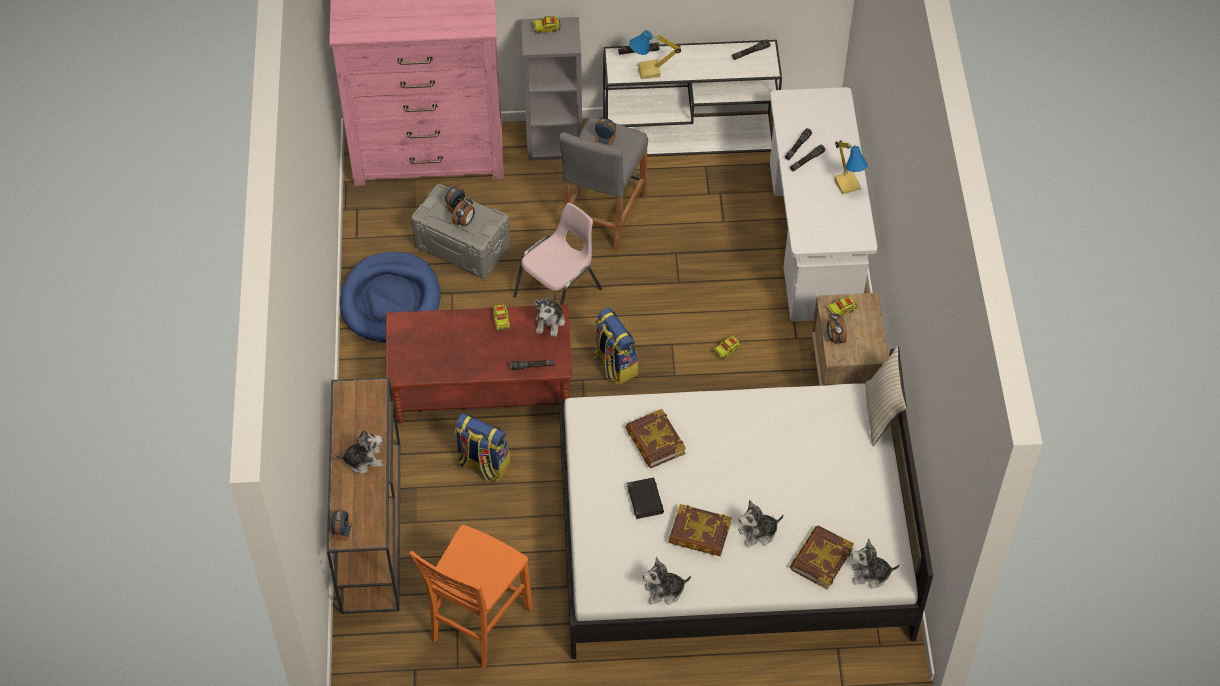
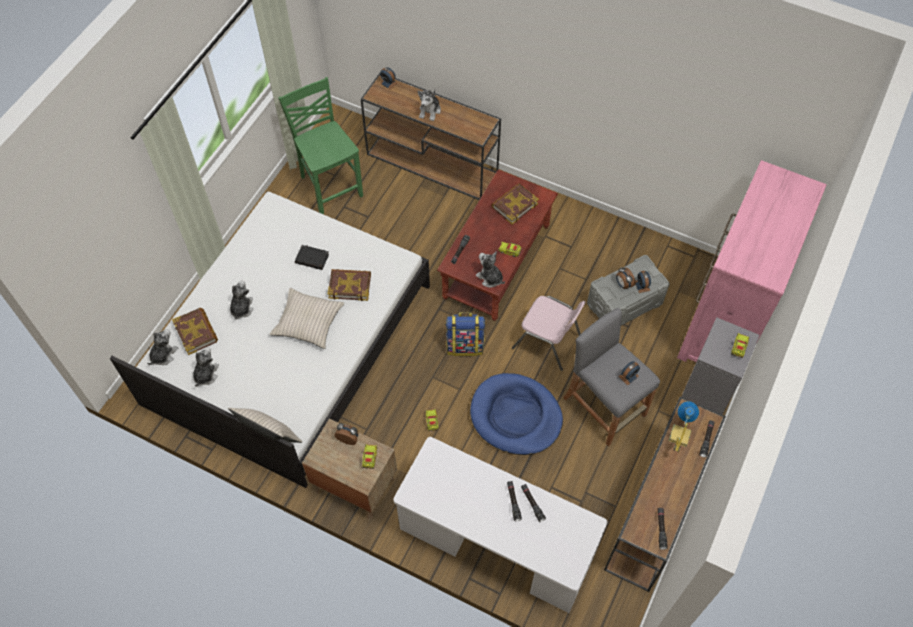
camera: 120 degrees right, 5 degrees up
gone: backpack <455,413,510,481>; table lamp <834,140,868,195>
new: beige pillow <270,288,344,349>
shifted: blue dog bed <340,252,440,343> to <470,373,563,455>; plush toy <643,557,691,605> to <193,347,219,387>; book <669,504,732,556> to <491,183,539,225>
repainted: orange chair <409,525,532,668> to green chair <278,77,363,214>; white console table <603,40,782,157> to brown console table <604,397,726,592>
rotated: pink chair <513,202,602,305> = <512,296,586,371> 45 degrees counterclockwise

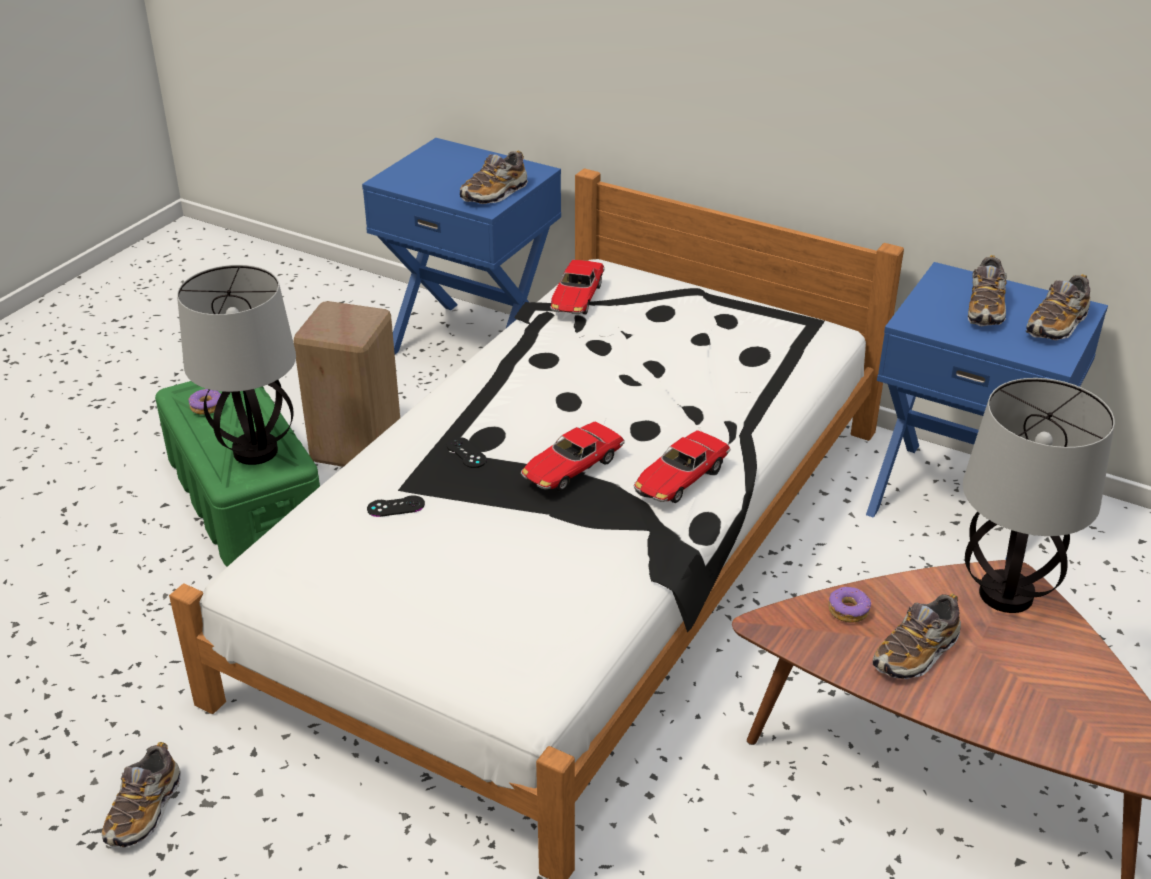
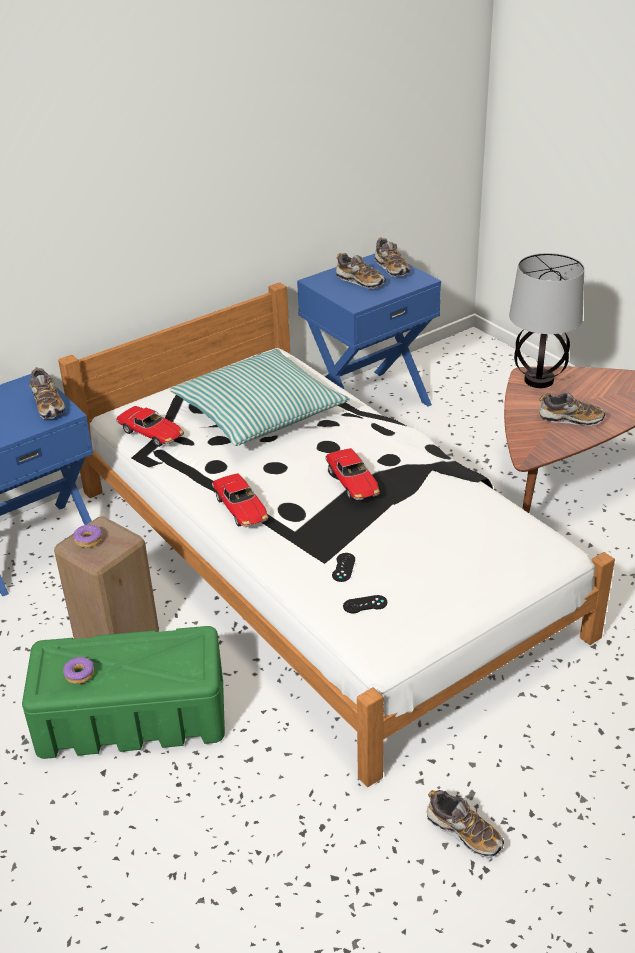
camera: 65 degrees left, 0 degrees up
gone: table lamp <177,265,296,465>
new: pillow <170,349,350,446>
shifted: black game controller <447,437,487,468> to <343,595,387,613>; toy car <633,430,730,503> to <212,473,268,527>; donut <828,587,872,623> to <73,524,102,548>
rotated: shoe <872,594,961,679> = <539,393,606,426> 60 degrees counterclockwise

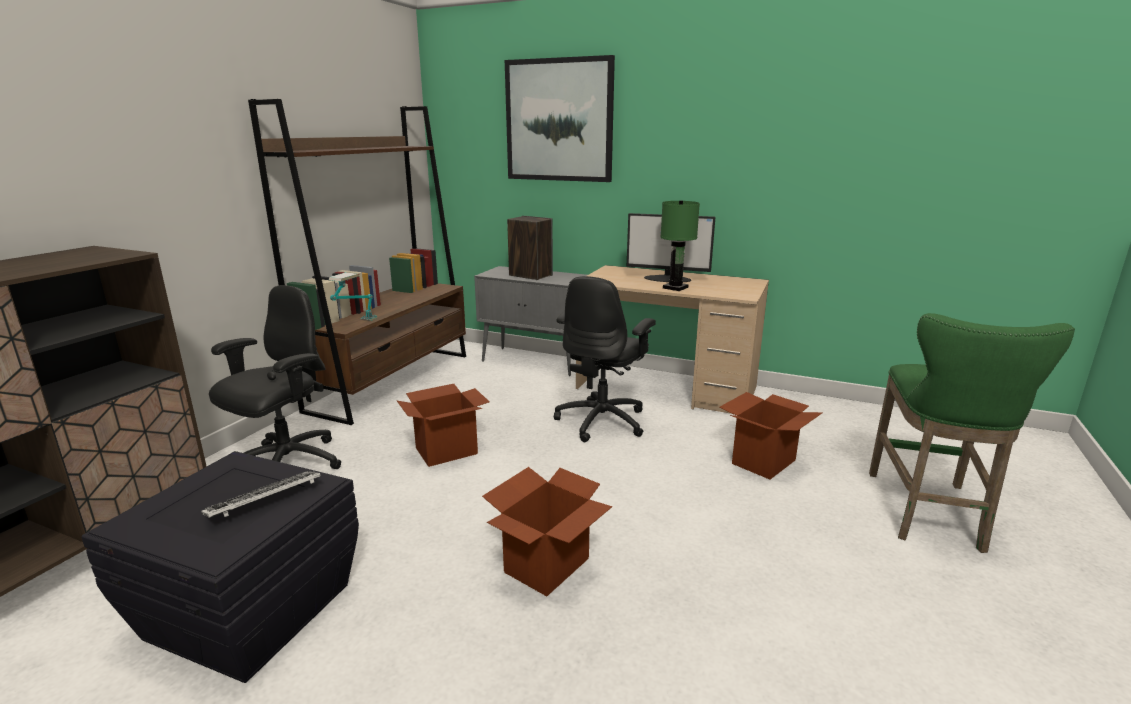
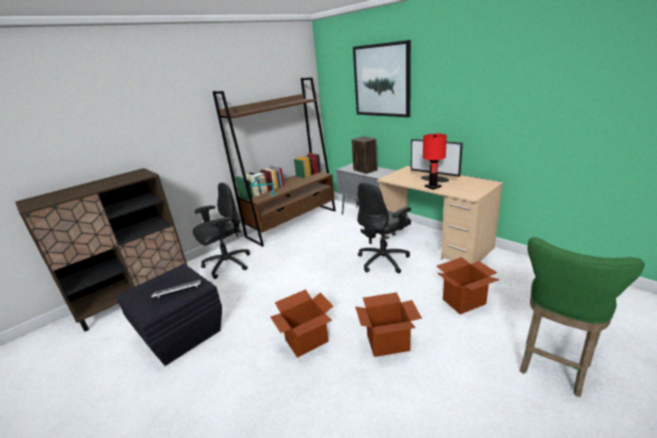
camera: 25 degrees right, 5 degrees up
shifted: cardboard box <397,384,489,467> to <355,292,422,357>
repainted: green table lamp <660,200,700,291> to red table lamp <423,134,447,190>

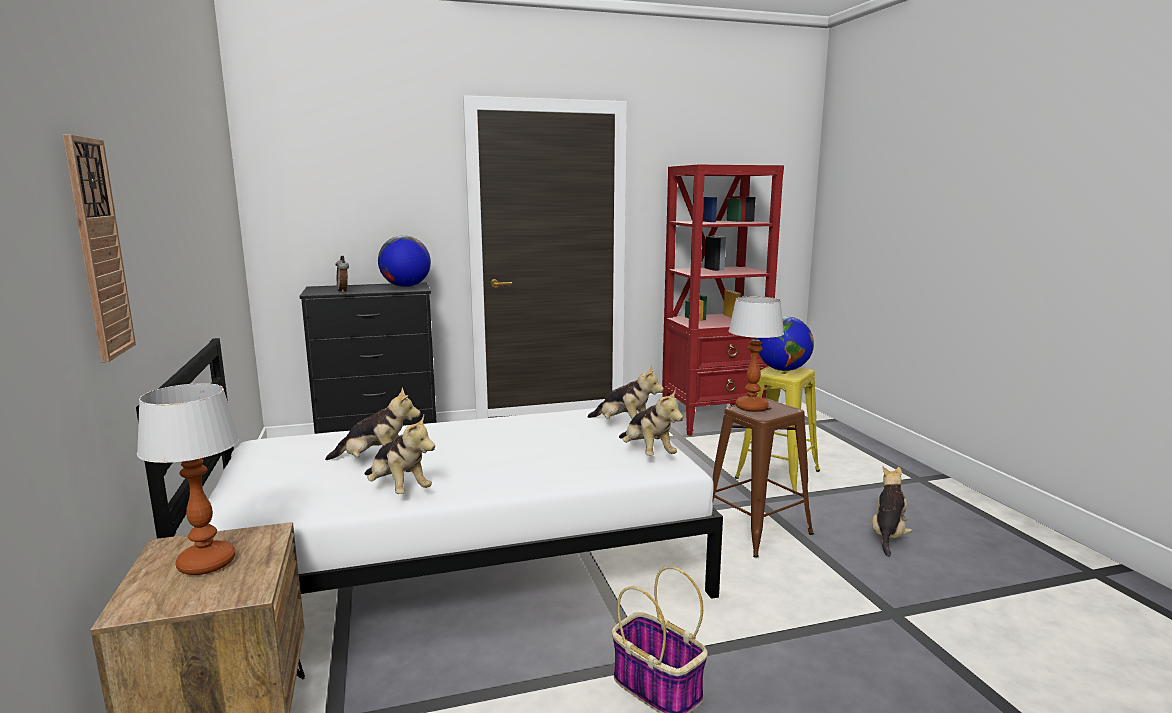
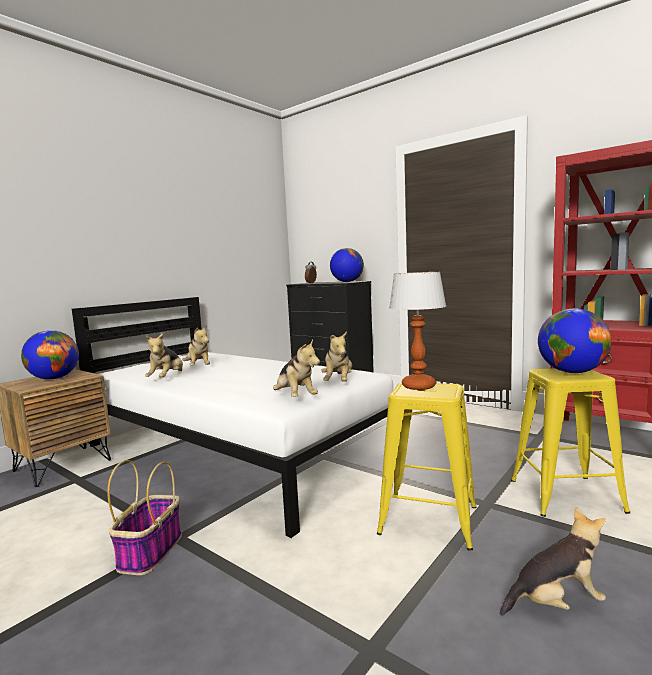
camera: 55 degrees right, 5 degrees down
gone: wall clock <63,134,136,362>
swapped: table lamp <137,383,240,575> to globe <21,330,79,380>
repainted: brown stool <713,398,814,557> to yellow stool <377,382,477,551>
rotated: plush toy <619,389,683,456> = <273,339,320,397> 60 degrees counterclockwise

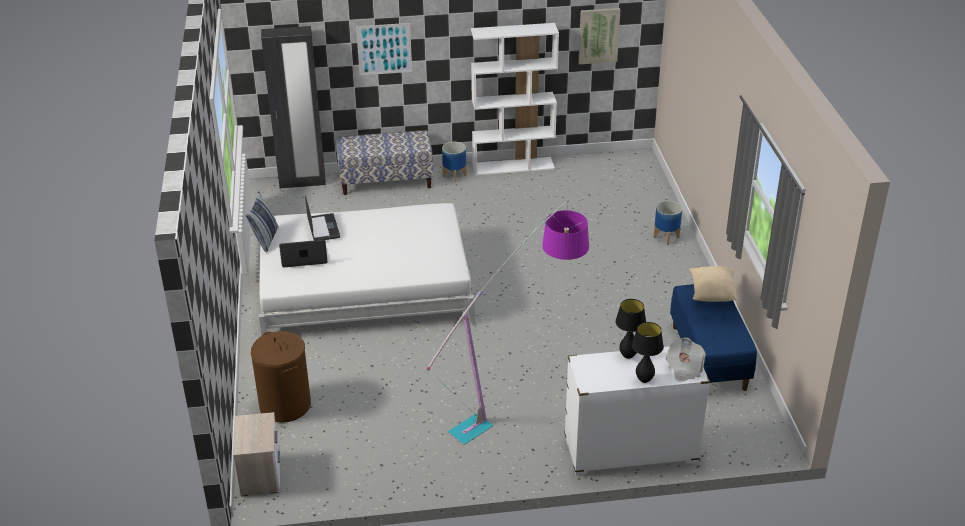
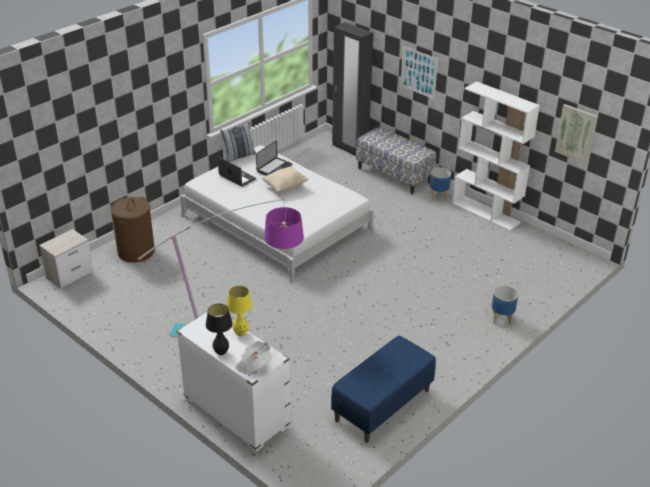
camera: 50 degrees right, 0 degrees up
shifted: beige pillow <689,266,738,302> to <261,167,309,192>
repainted: black table lamp <615,299,646,359> to yellow table lamp <226,286,253,336>

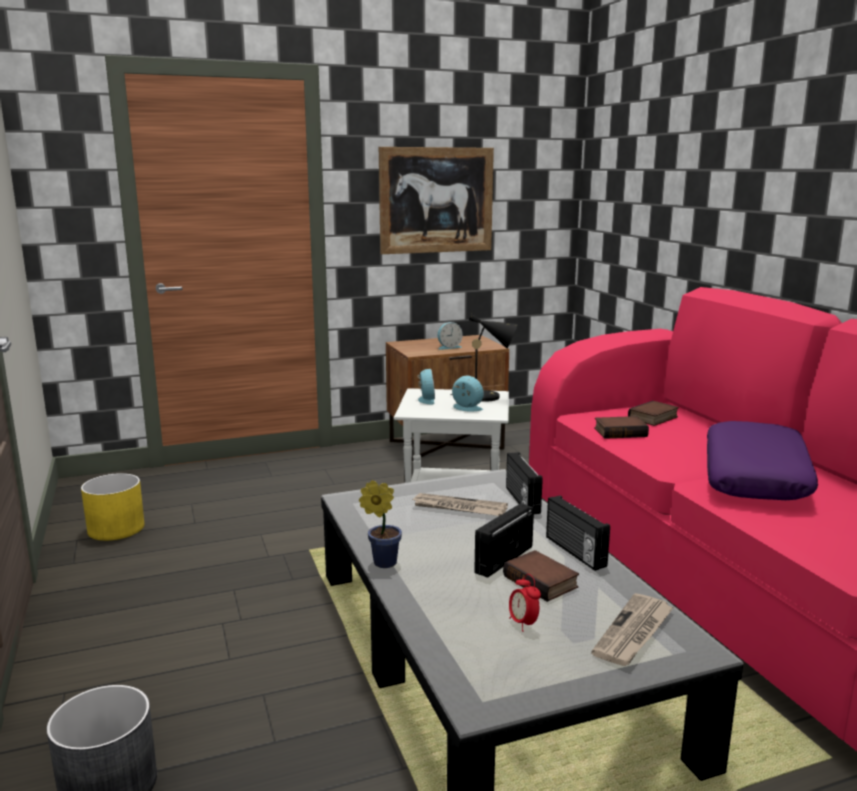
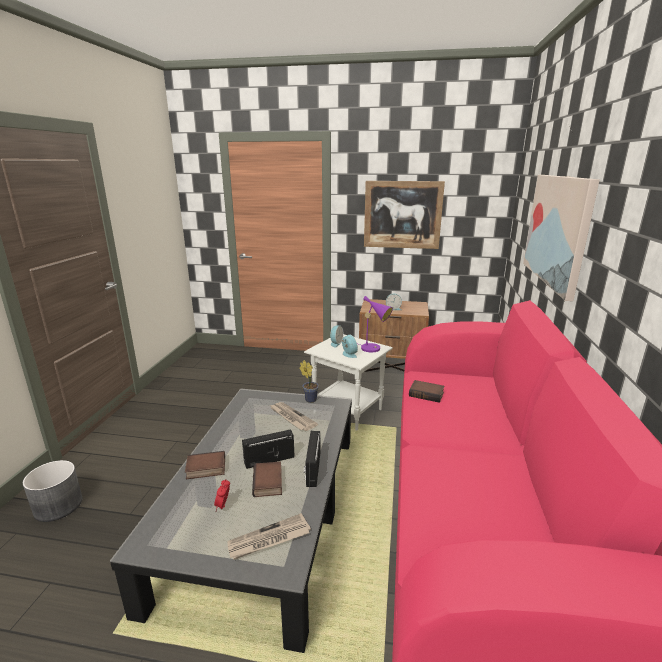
camera: 30 degrees right, 5 degrees up
gone: yellow planter <81,473,145,541>; radio <506,452,543,514>; purple pillow <707,421,818,500>
new: picture <523,175,600,301>
shifted: potted plant <359,480,402,568> to <300,360,319,403>; book <628,401,679,426> to <185,451,225,479>
repainted: black table lamp <450,314,518,401> to purple table lamp <359,296,393,352>

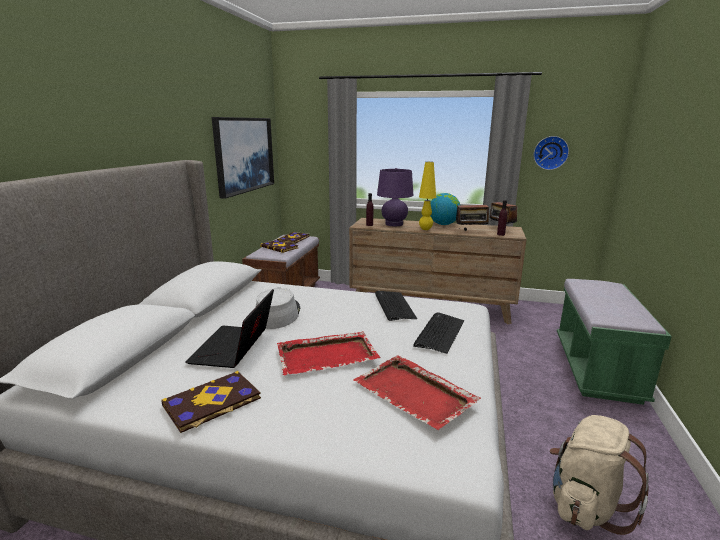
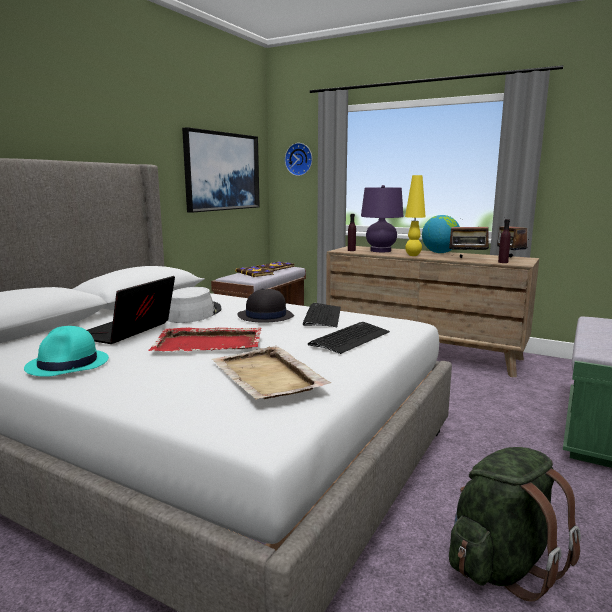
camera: 15 degrees right, 5 degrees down
new: black hat <238,288,294,323>
shifted: wall clock <533,136,569,170> to <285,143,312,176>
swapped: book <161,371,261,433> to turquoise hat <24,326,109,377>
repainted: red tray <353,355,481,430> to beige tray <211,346,331,400>; beige backpack <550,415,649,535> to green backpack <449,447,581,602>

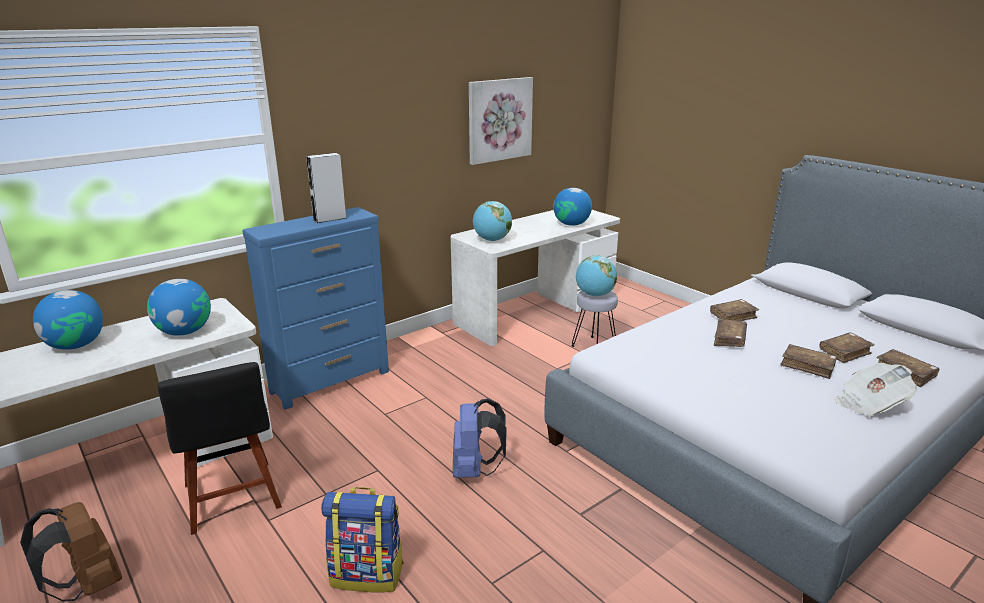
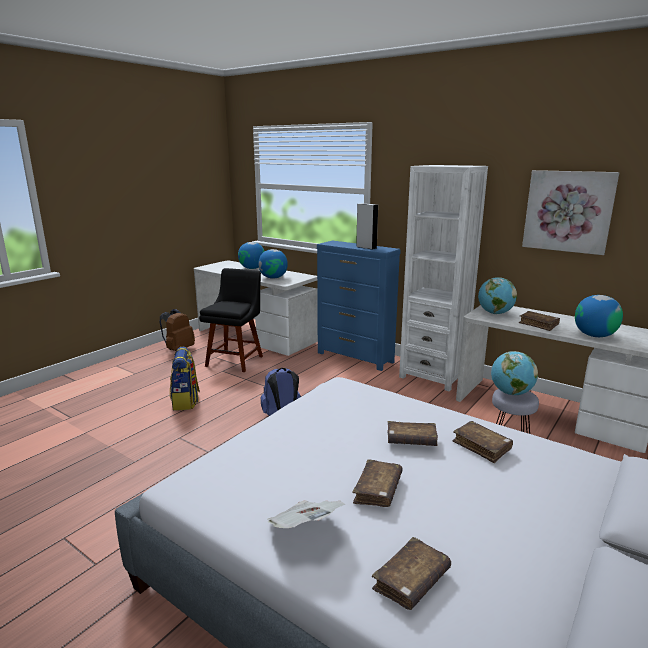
camera: 75 degrees right, 5 degrees down
new: white bookcase <399,165,488,391>
shifted: brown book <819,333,875,363> to <519,311,560,331>
rotated: black chair <158,362,282,535> = <199,268,263,372> 150 degrees clockwise

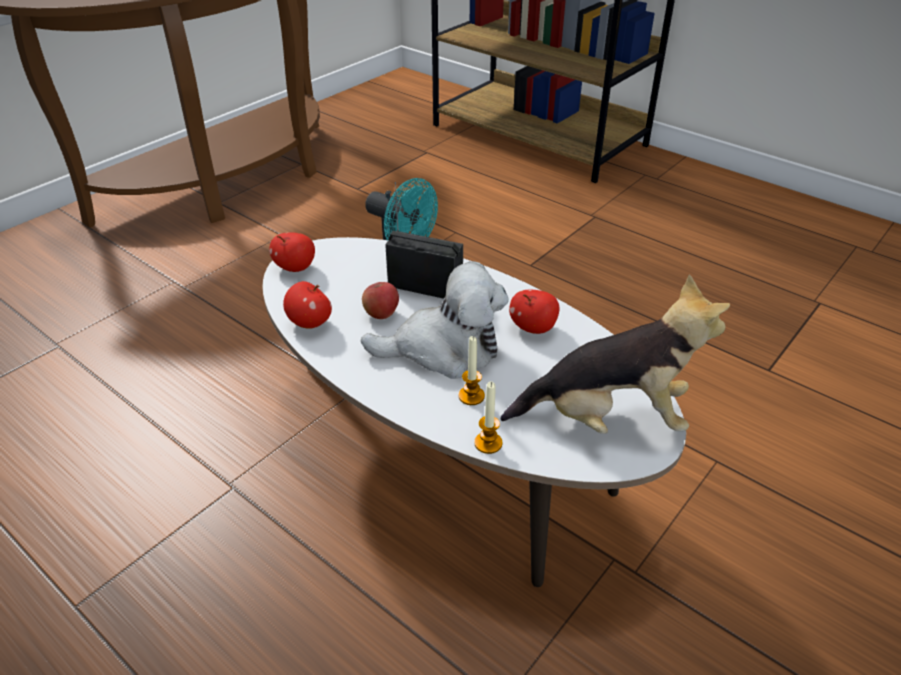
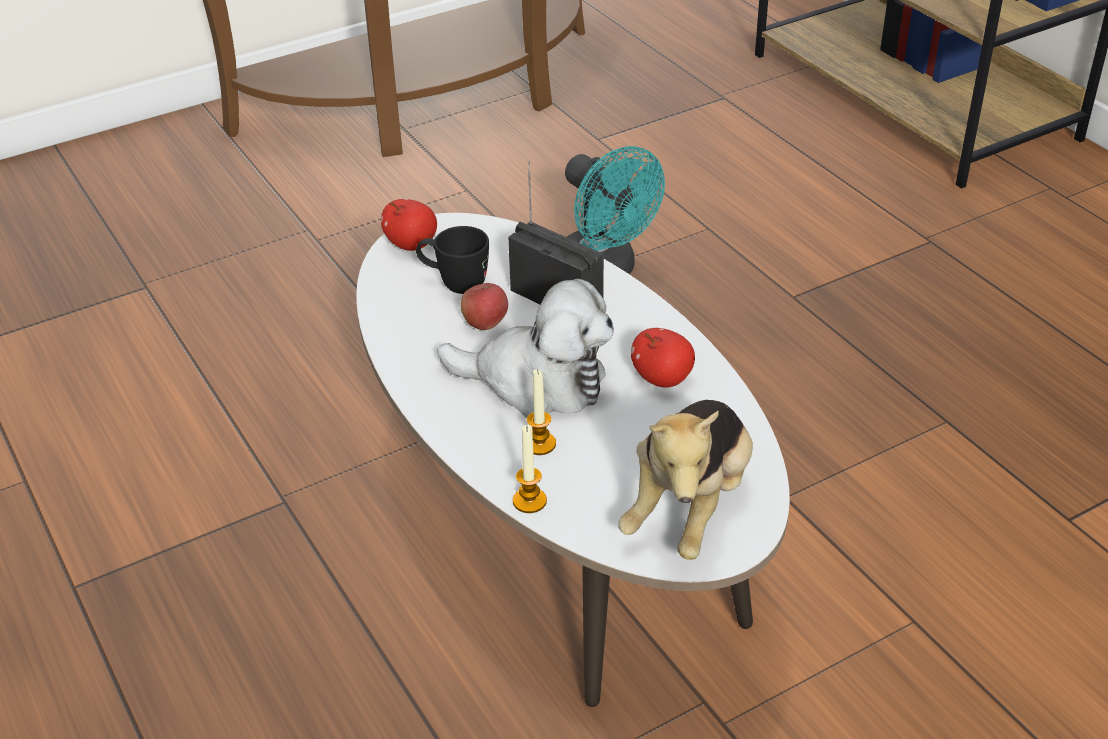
camera: 20 degrees right, 0 degrees up
gone: apple <283,281,332,329>
new: black mug <416,226,489,294>
rotated: plush toy <501,274,730,434> = <618,400,753,560> 90 degrees clockwise

